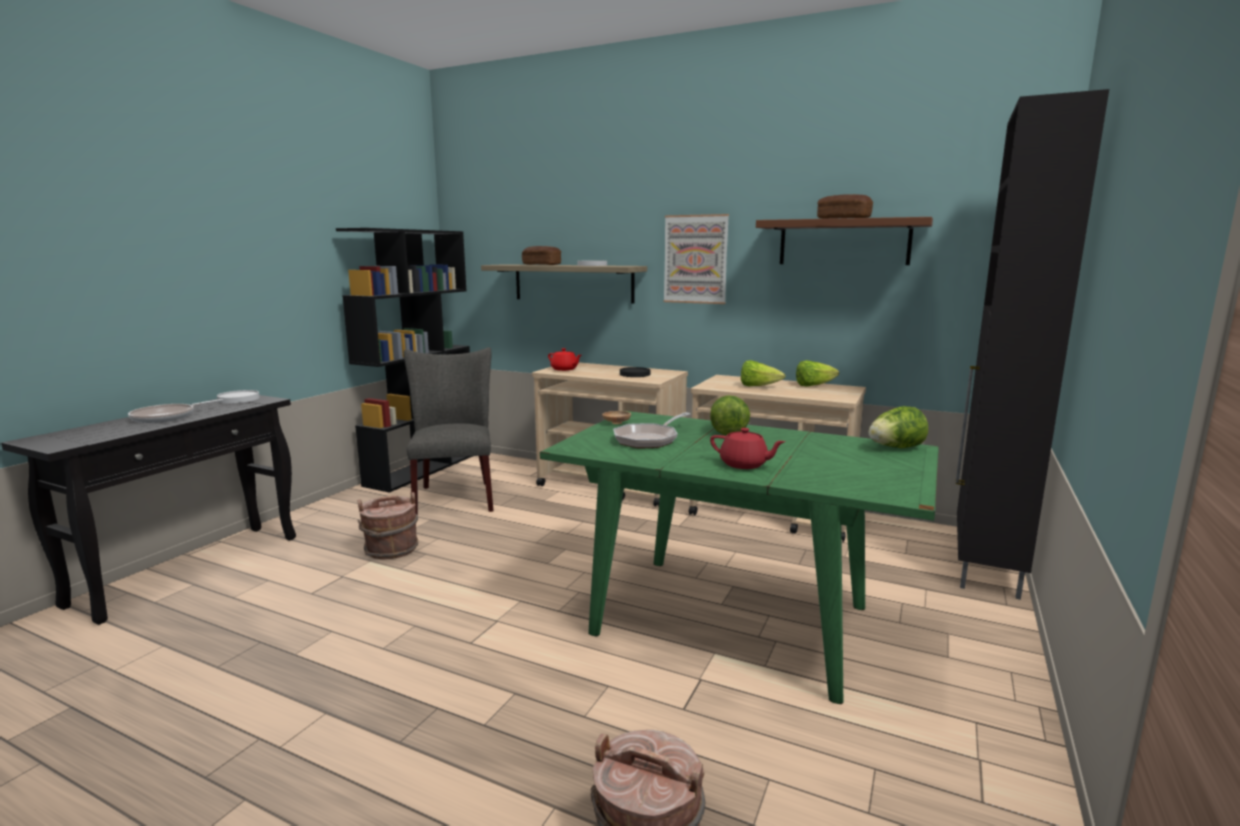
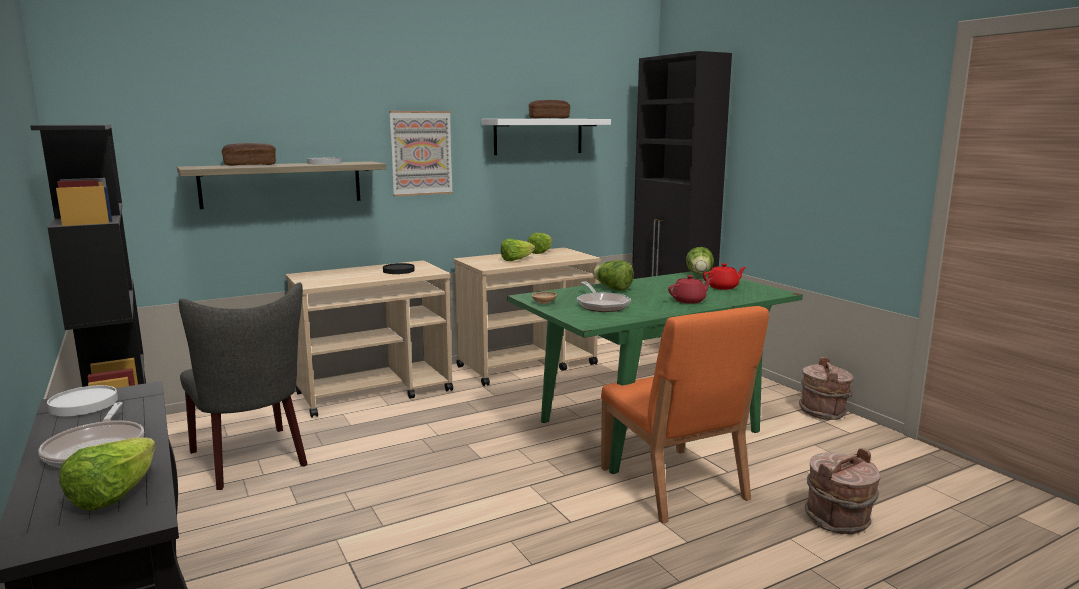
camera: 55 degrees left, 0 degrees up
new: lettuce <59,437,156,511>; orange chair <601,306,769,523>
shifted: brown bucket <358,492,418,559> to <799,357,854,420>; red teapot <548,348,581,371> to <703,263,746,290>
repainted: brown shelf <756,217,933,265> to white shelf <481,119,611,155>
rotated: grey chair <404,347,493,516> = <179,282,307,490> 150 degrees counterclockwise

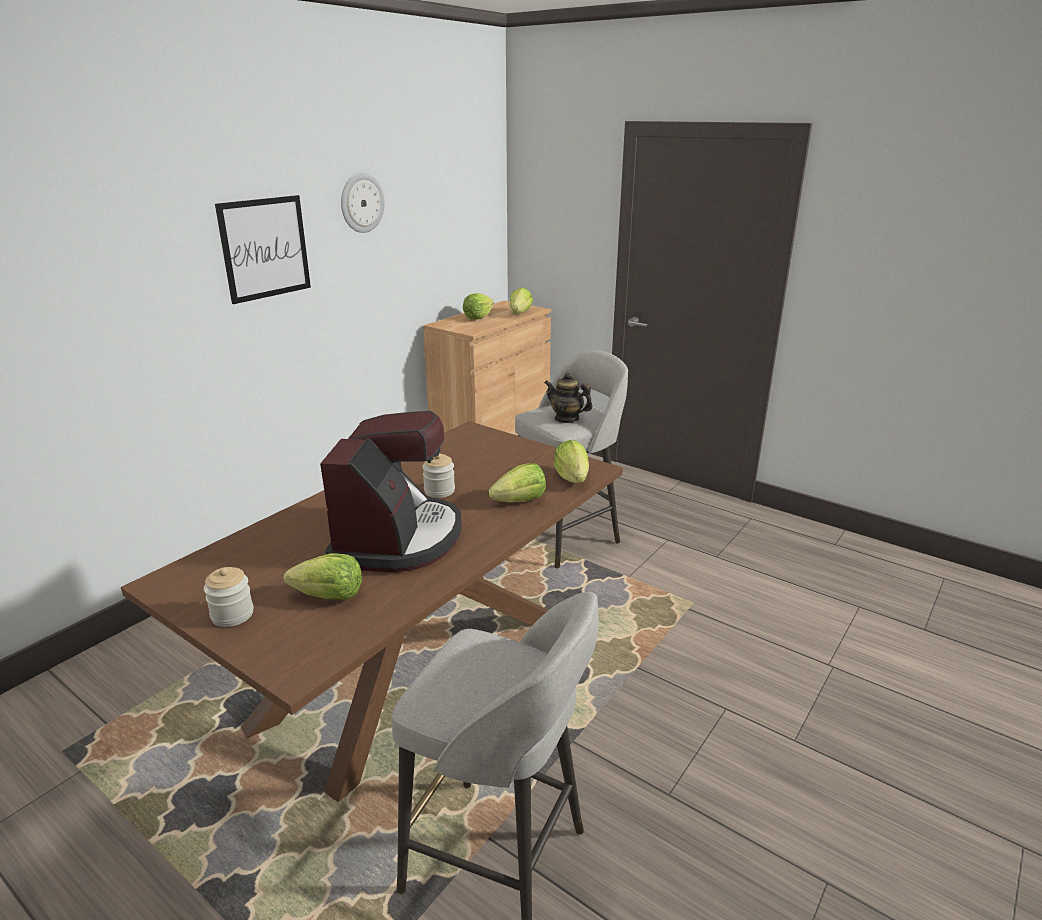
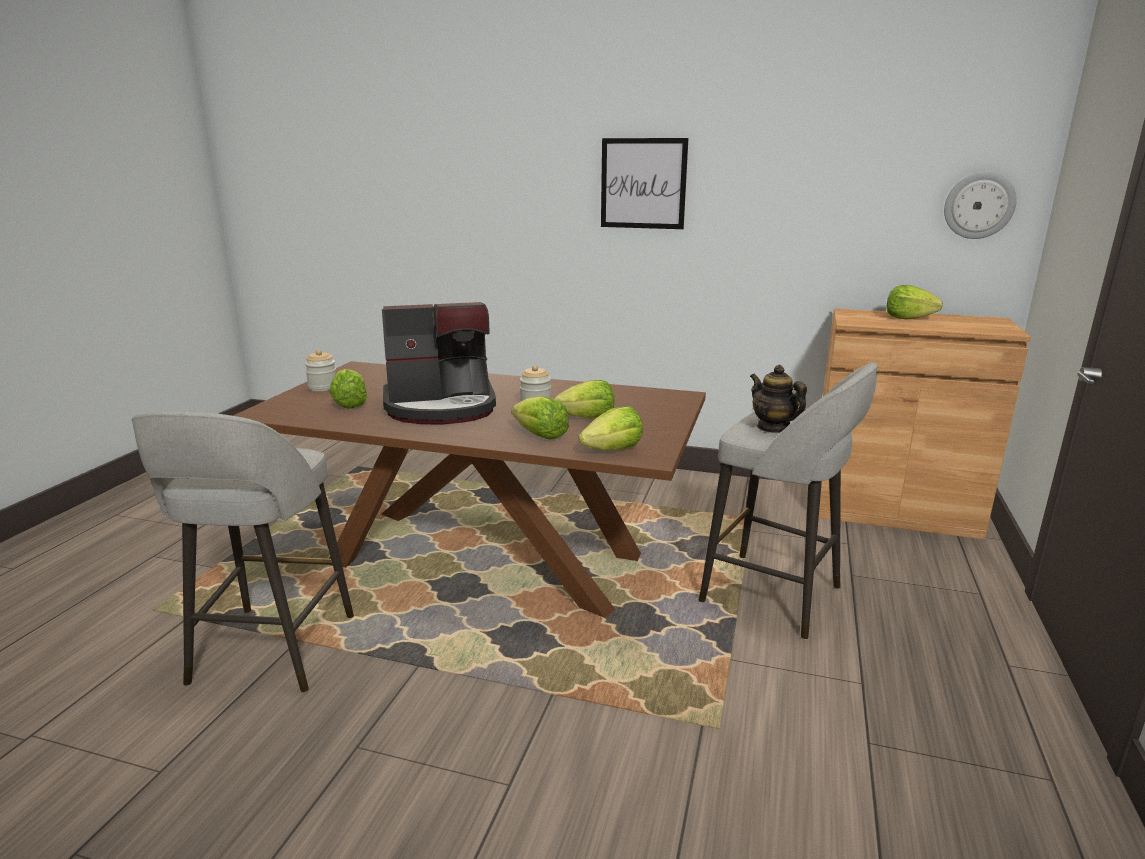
camera: 70 degrees right, 5 degrees down
shifted: wall clock <341,173,385,233> to <944,172,1017,239>; lettuce <510,288,533,314> to <554,380,614,418>
rotated: teapot <544,372,593,423> = <750,365,807,433> 45 degrees counterclockwise

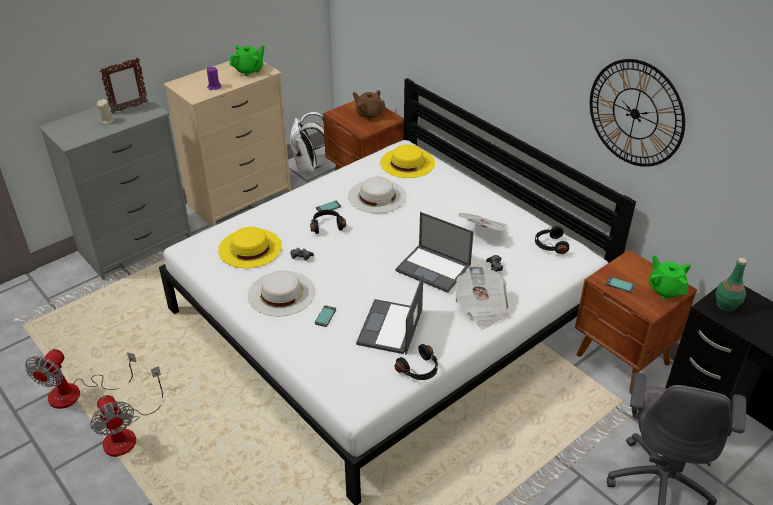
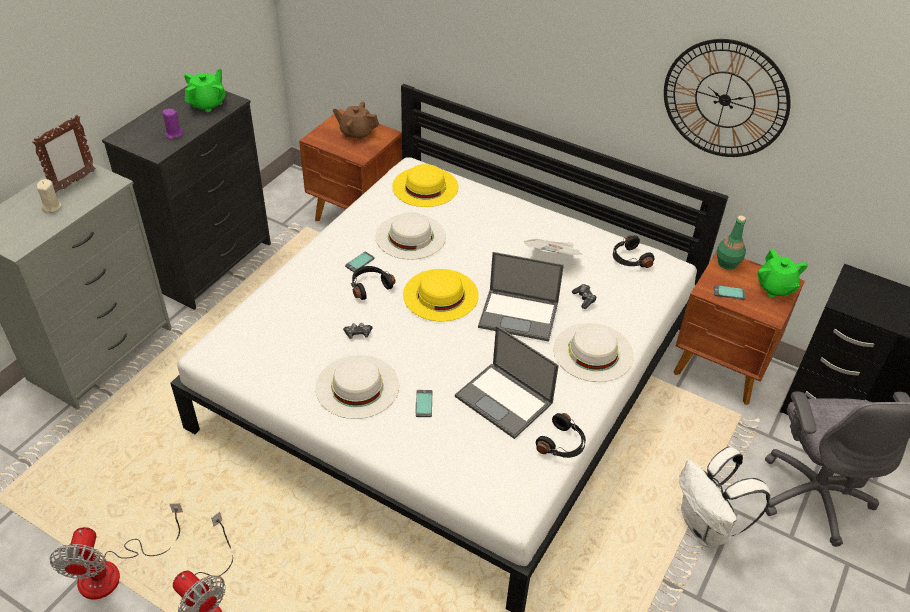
camera: 20 degrees left, 5 degrees up
shifted: yellow hat <218,227,282,268> to <403,269,479,322>; white backpack <289,112,327,172> to <679,447,771,547>; green bottle <715,258,747,312> to <717,216,746,270>
swapped: newspaper <455,265,509,329> to white hat <553,323,634,382>
repainted: beige dresser <164,61,291,227> to black dresser <102,86,271,310>
rotated: laptop <356,275,423,355> = <455,326,559,439> 45 degrees counterclockwise; green teapot <649,255,691,299> = <758,250,808,297> 150 degrees counterclockwise

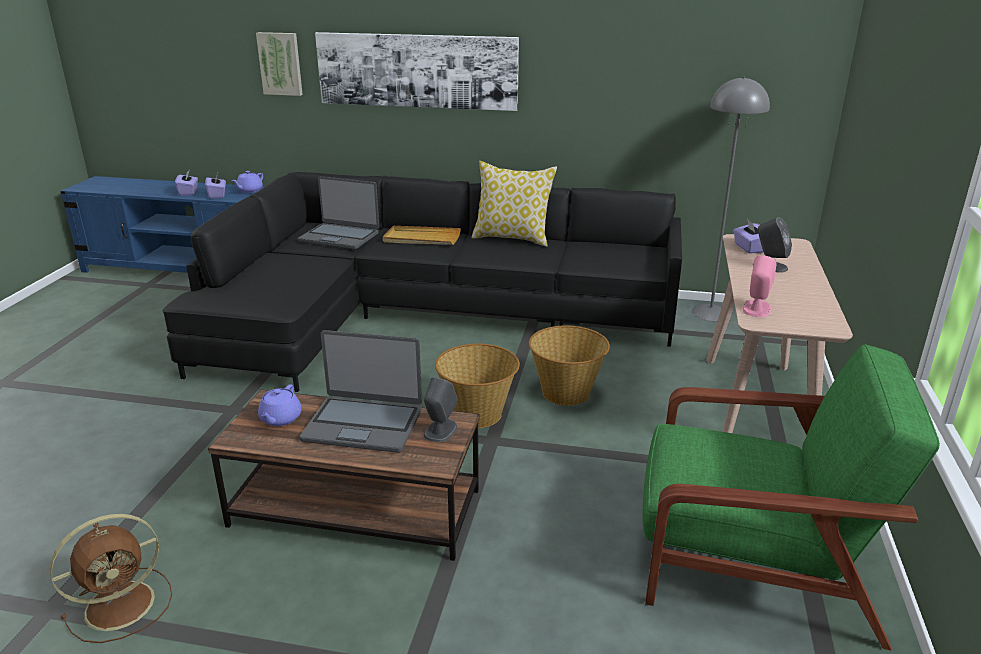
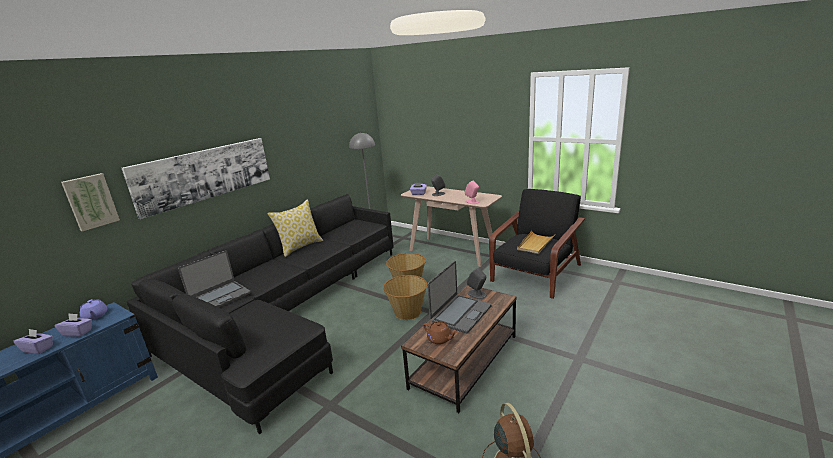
camera: 65 degrees left, 5 degrees down
shifted: beige tray <383,226,461,245> to <517,231,555,254>
repainted: purple teapot <258,384,302,426> to brown teapot <423,322,457,345>; green armchair <642,344,940,650> to black armchair <489,189,585,299>

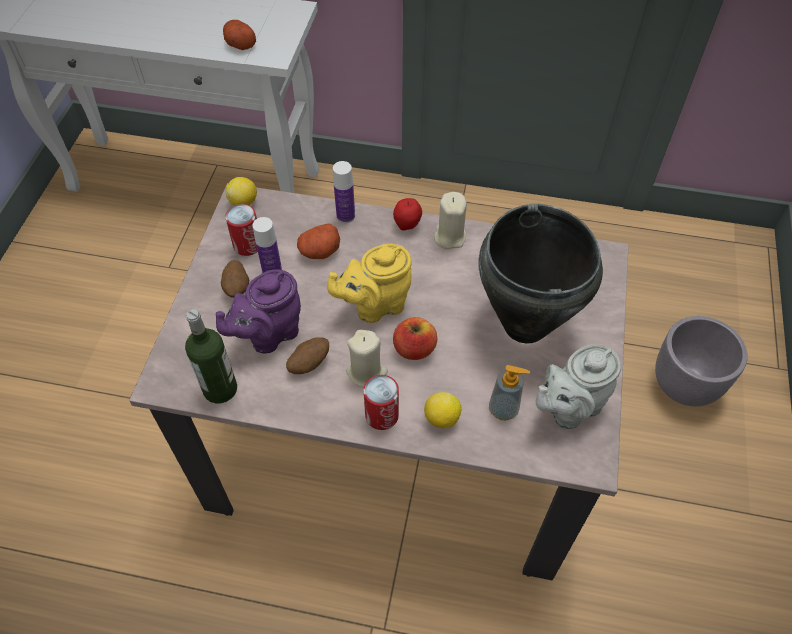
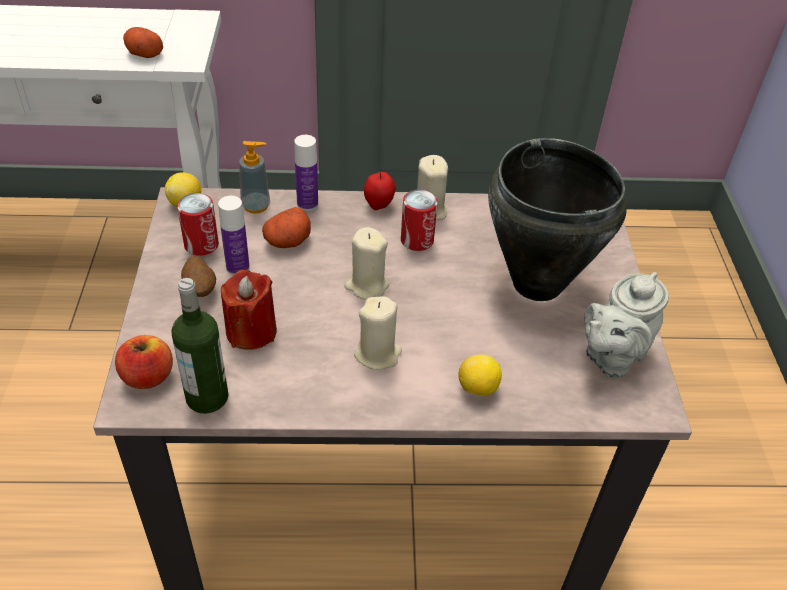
camera: 15 degrees left, 10 degrees down
gone: potato <286,337,329,374>; grey planter <655,316,747,407>
shifted: can <364,375,399,430> to <401,189,438,251>; apple <393,317,437,360> to <115,335,173,389>; soap dispenser <489,365,530,420> to <239,141,270,214>
swapped: purple teapot <216,269,301,354> to red candle <221,270,277,350>; yellow teapot <327,244,412,323> to beige candle <344,227,390,300>

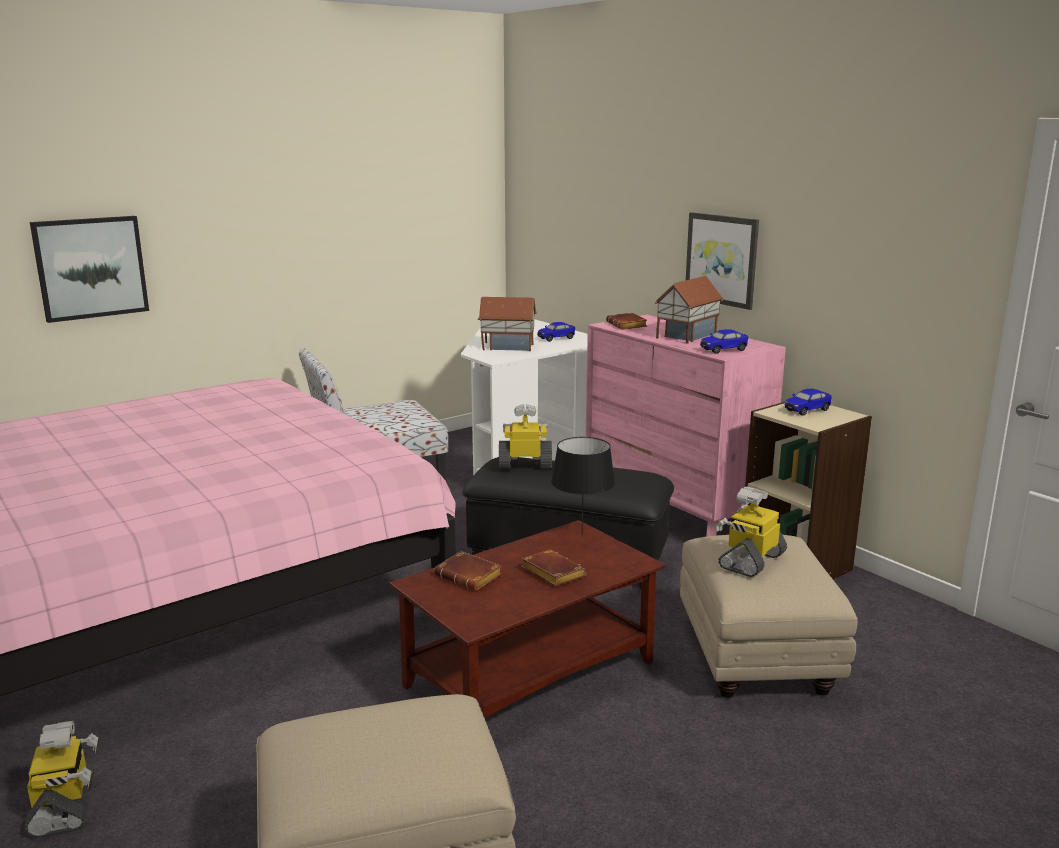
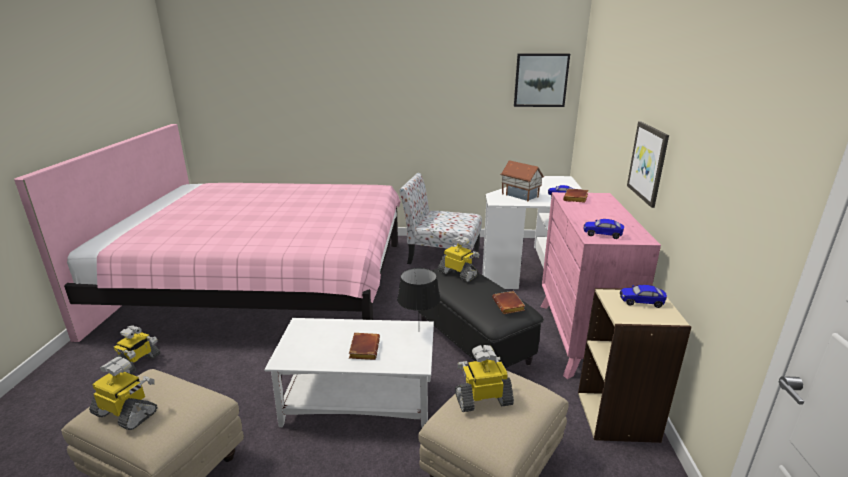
camera: 40 degrees right, 5 degrees up
gone: toy house <655,276,723,343>
new: toy robot <89,357,157,430>
shifted: picture <30,216,149,323> to <514,53,570,107>; brown book <434,551,502,591> to <492,291,525,314>
repainted: brown coffee table <389,520,666,718> to white coffee table <264,318,434,428>

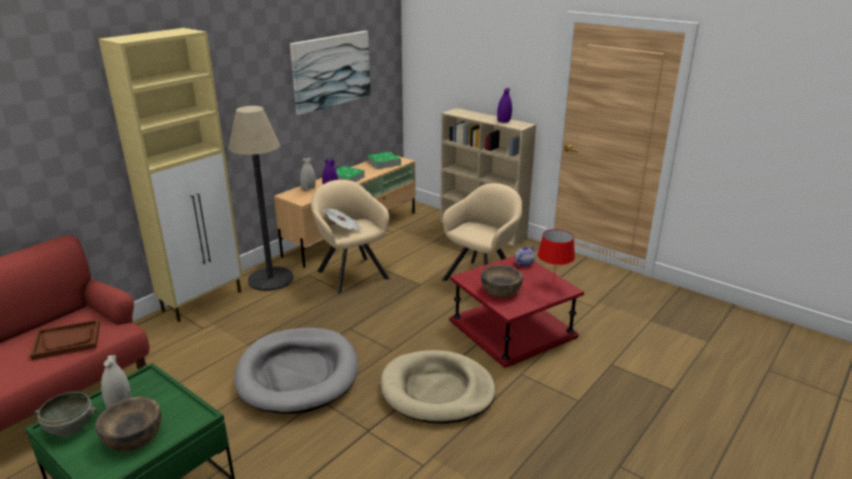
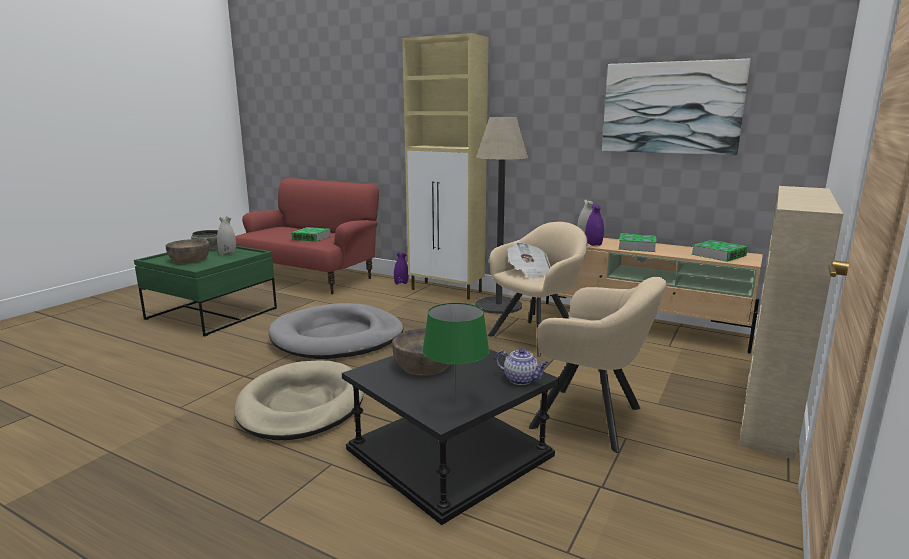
camera: 80 degrees right, 10 degrees down
shifted: purple vase <497,88,512,123> to <394,252,409,284>
swapped: brown tray <30,319,100,360> to book <291,227,331,242>
repainted: red side table <449,256,584,368> to black side table <342,349,559,525>; red table lamp <538,229,575,285> to green table lamp <422,303,489,405>

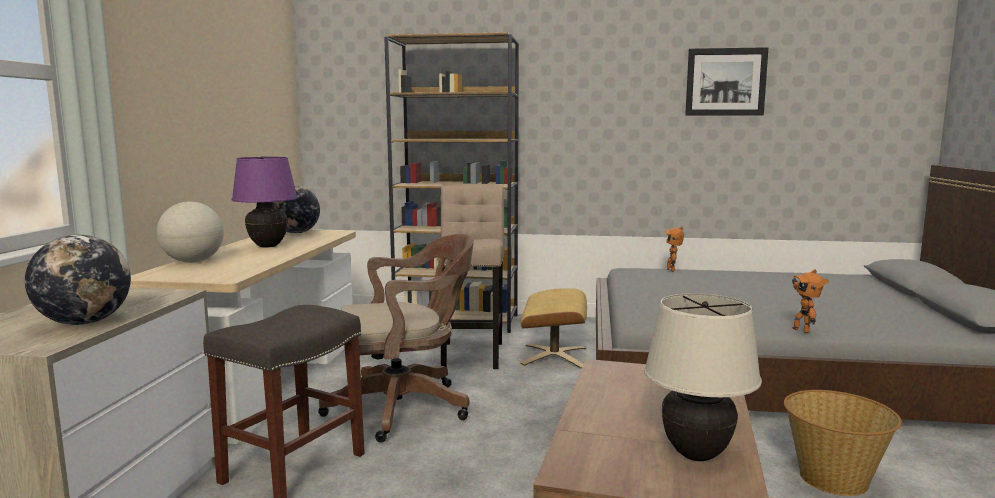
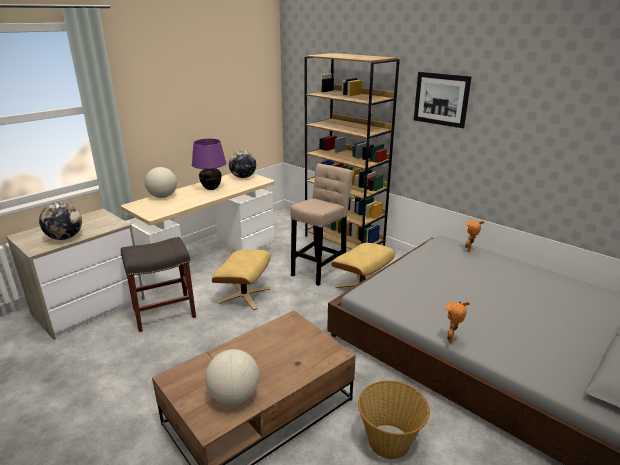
camera: 35 degrees right, 15 degrees up
shifted: picture <685,47,768,116> to <414,72,471,128>
swapped: brown office chair <318,234,474,442> to beige ottoman <212,249,271,310>; beige table lamp <644,293,762,461> to globe <205,349,259,405>

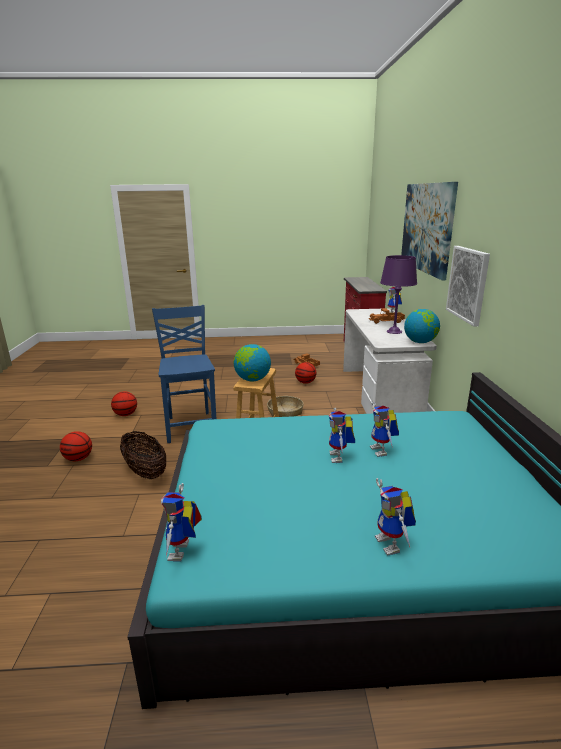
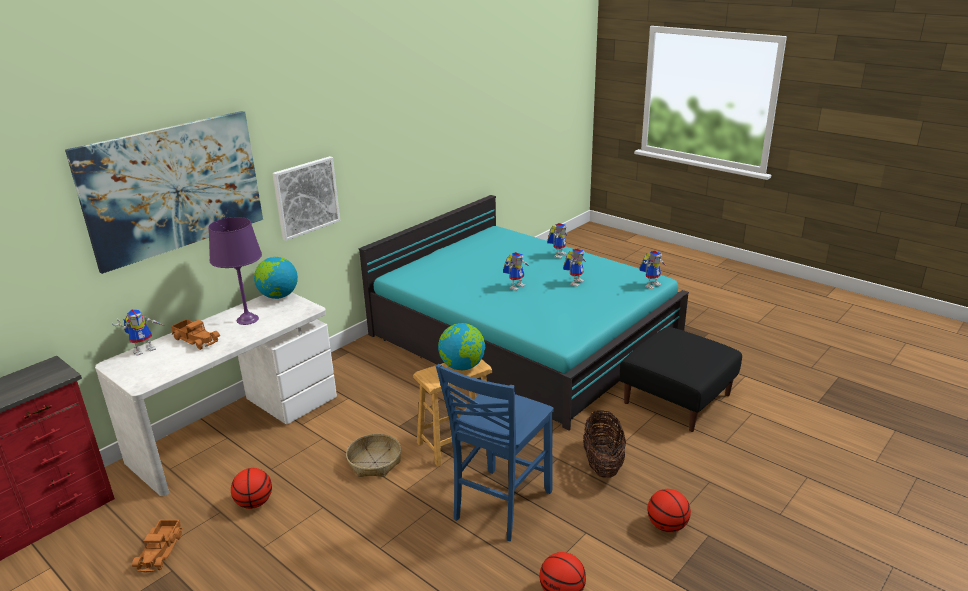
camera: 135 degrees left, 5 degrees up
new: black ottoman <620,327,742,432>
shifted: toy robot <370,403,399,457> to <563,249,586,287>

